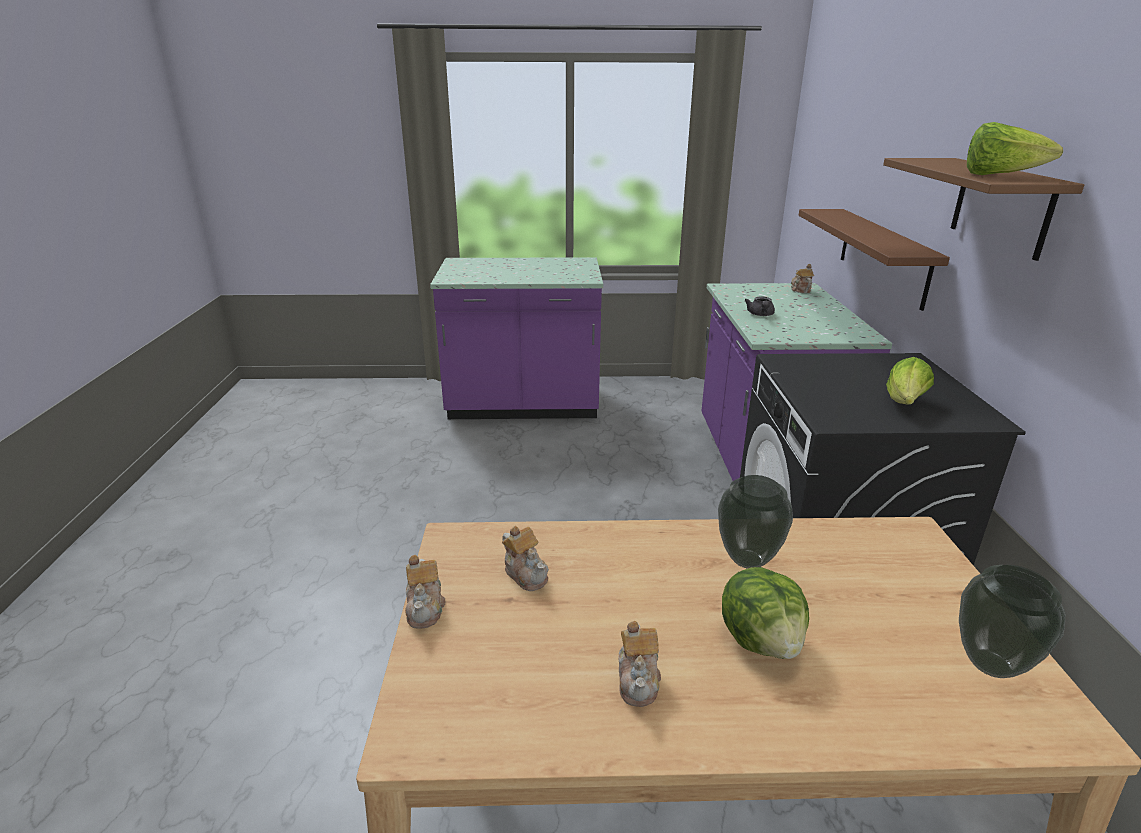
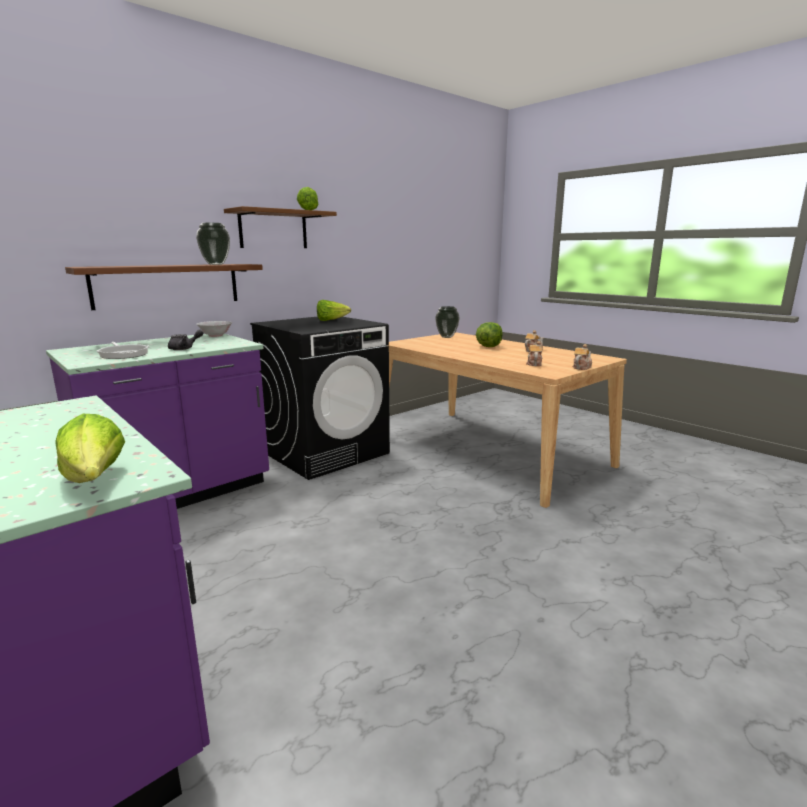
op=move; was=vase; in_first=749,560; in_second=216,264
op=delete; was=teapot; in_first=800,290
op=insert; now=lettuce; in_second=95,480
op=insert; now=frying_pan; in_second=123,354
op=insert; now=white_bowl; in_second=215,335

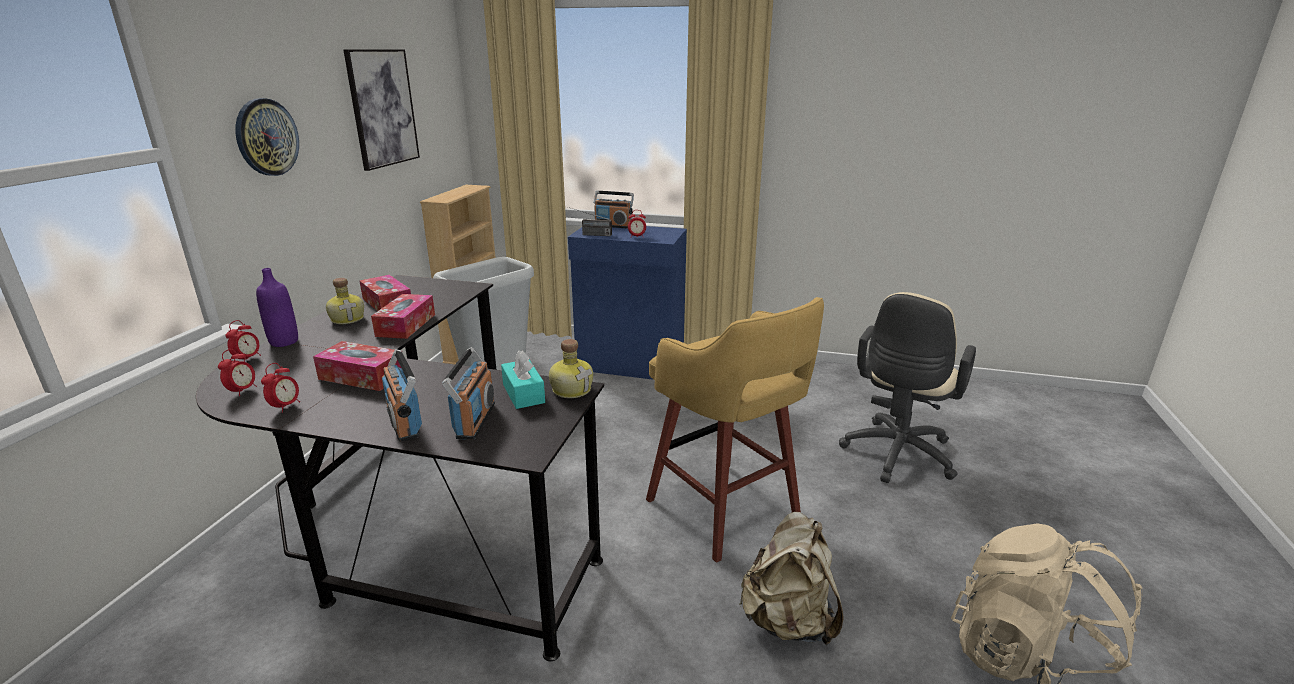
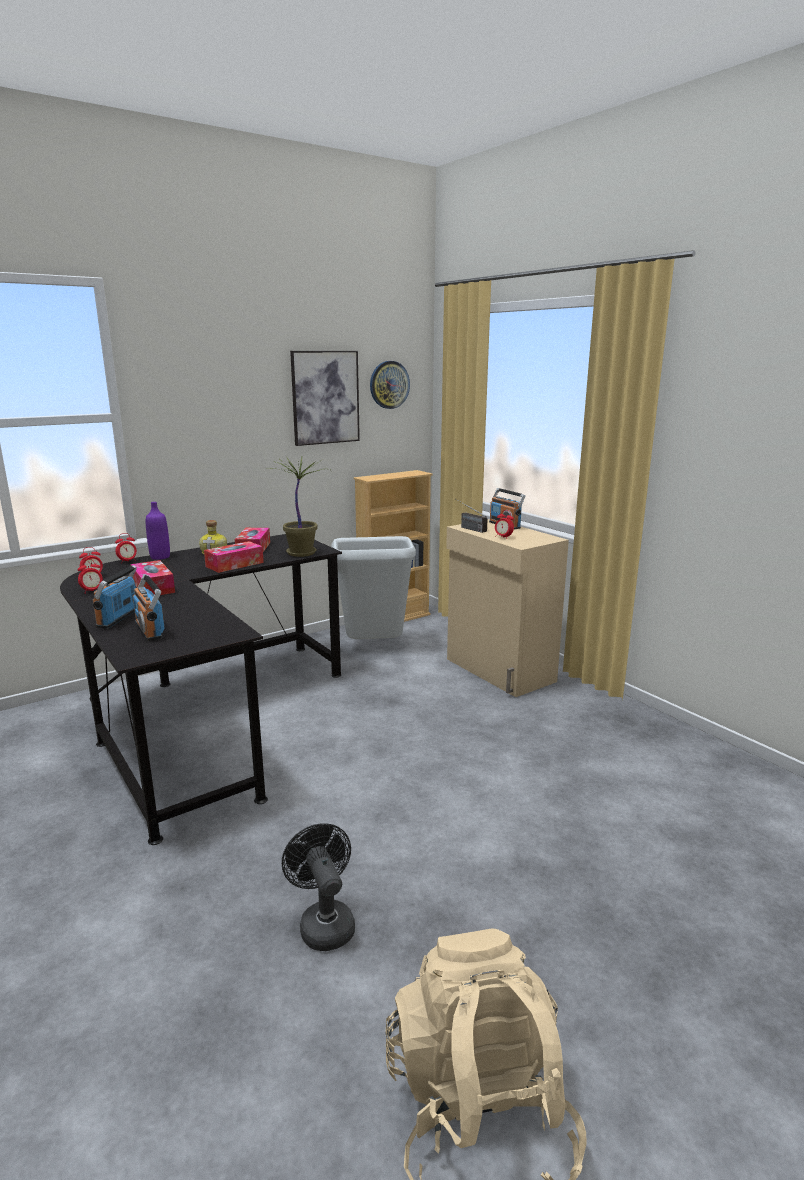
op=move; was=wall_clock; in_first=266,137; in_second=389,385
op=rotate; was=radio; in_first=475,420; in_second=149,630; clockwise=105
op=delete; was=turquoise_tissue_box; in_first=523,393
op=delete; was=bottle; in_first=572,389
op=recolor; was=blue_cabinet; now=beige_cabinet; in_first=630,365; in_second=499,671
op=delete; was=yellow_stool; in_first=725,511
op=replace; was=beige_backpack; now=black_fan; in_first=788,621; in_second=324,923
op=delete; was=beige_office_chair; in_first=896,456
op=insert; now=potted_plant; in_second=302,553

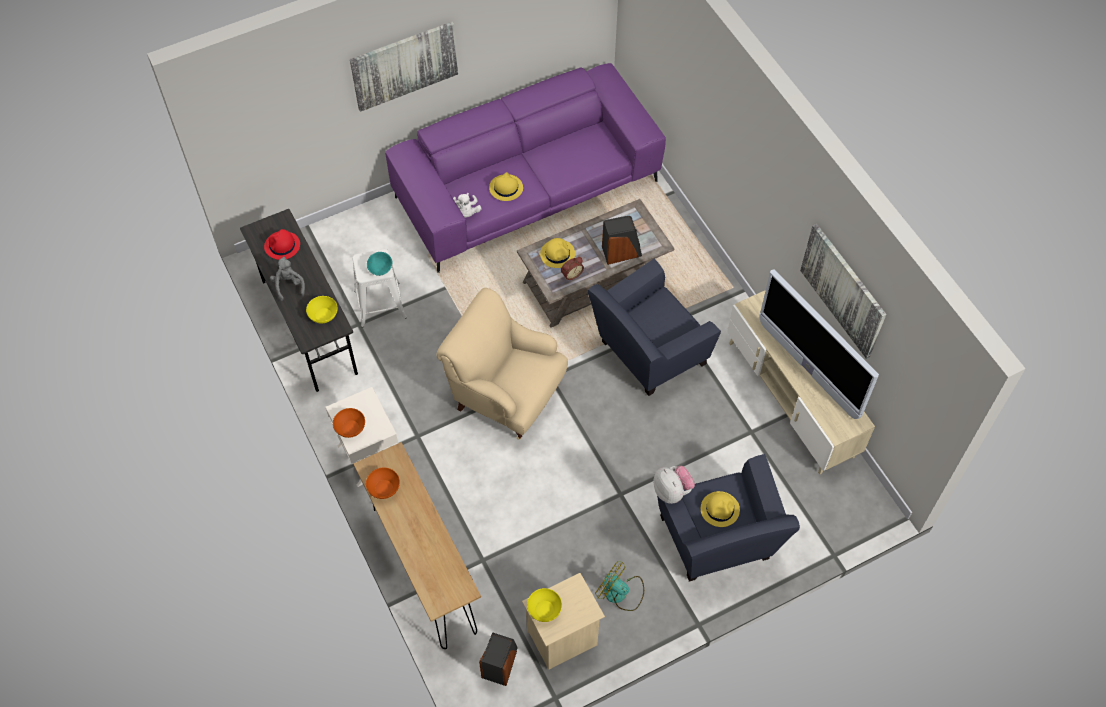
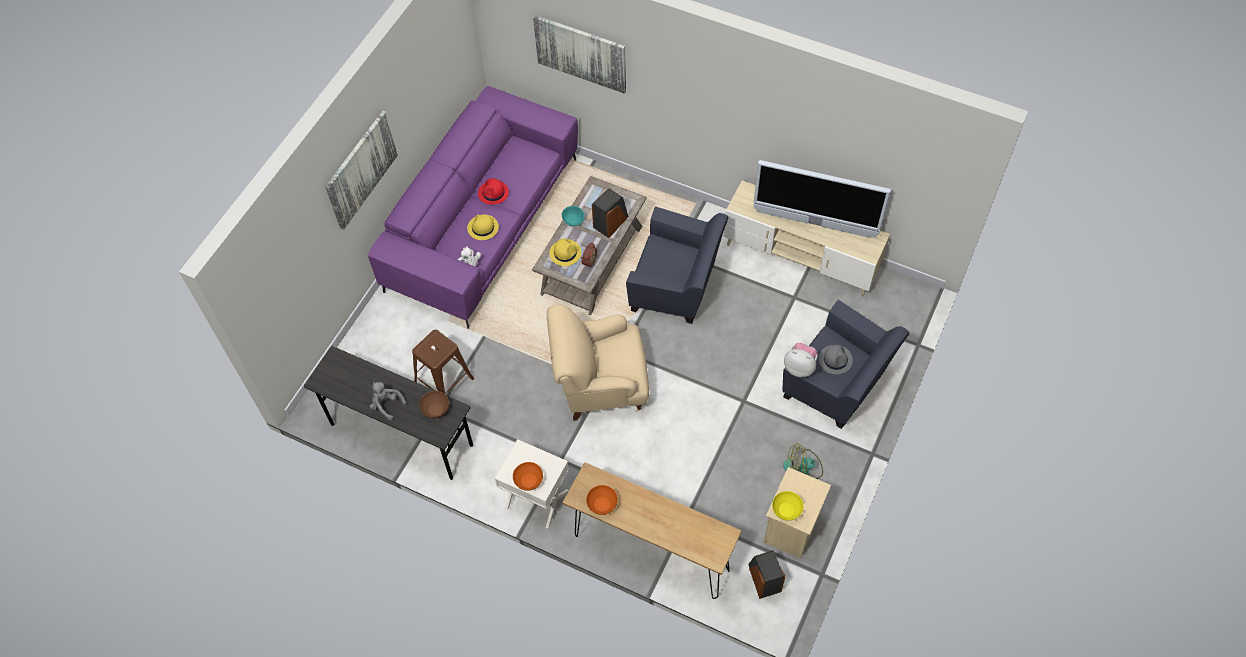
op=move; was=red_hat; in_first=282,246; in_second=493,193
op=recolor; was=yellow_bowl; now=brown_bowl; in_first=323,315; in_second=435,409
op=recolor; was=white_stool; now=brown_stool; in_first=380,304; in_second=444,381
op=move; was=turquoise_bowl; in_first=380,269; in_second=573,221
op=rotate; was=blue_armchair; in_first=647,354; in_second=677,289; clockwise=-90
op=recolor; was=yellow_hat; now=grey_hat; in_first=720,509; in_second=835,359
op=move; was=picture; in_first=843,290; in_second=581,53

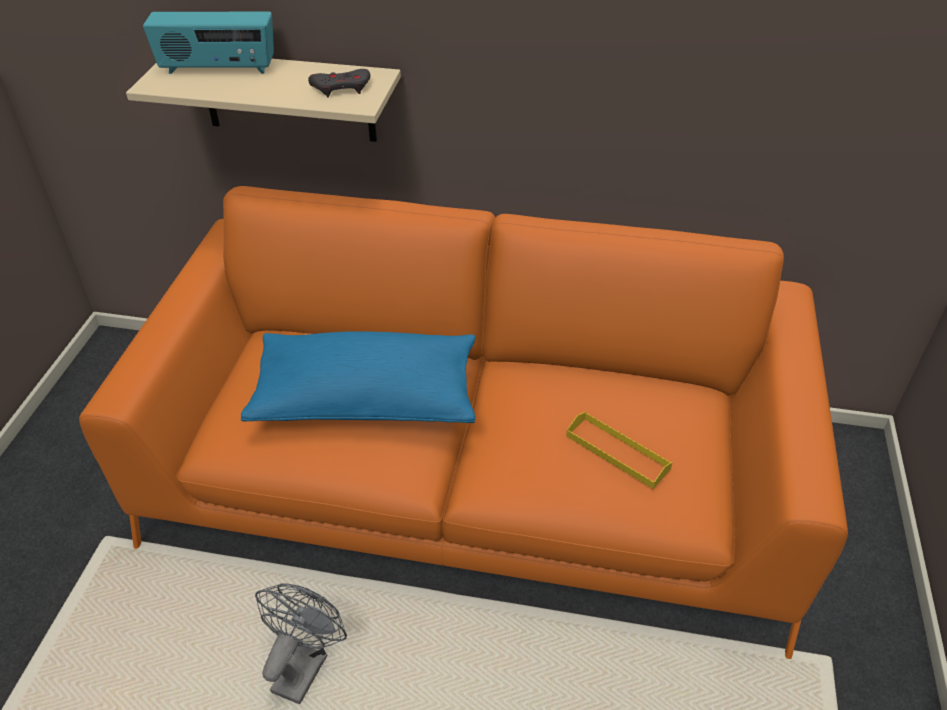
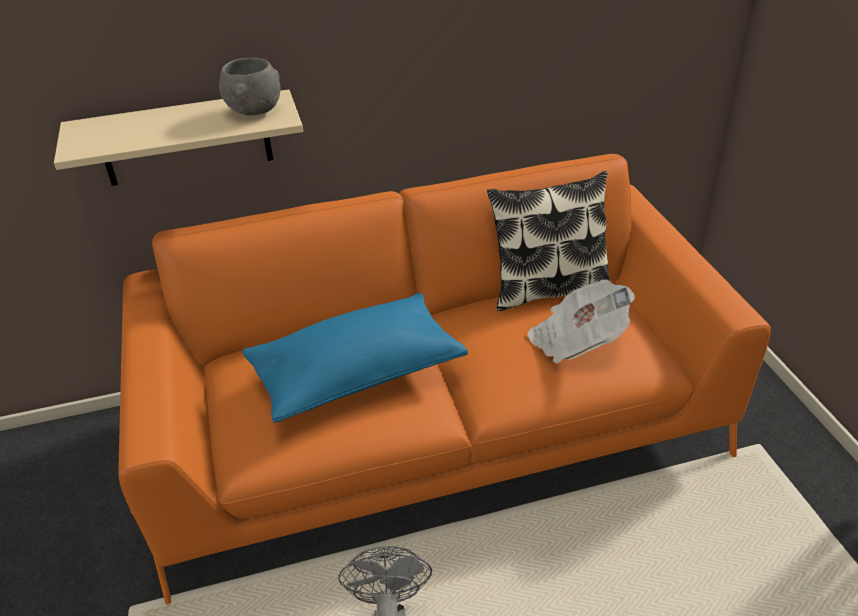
op=delete; was=radio; in_first=218,69
op=replace; was=grey_game_controller; now=grey_bowl; in_first=341,88; in_second=254,112
op=replace; was=yellow_tray; now=newspaper; in_first=617,452; in_second=577,340
op=insert; now=pillow; in_second=548,289

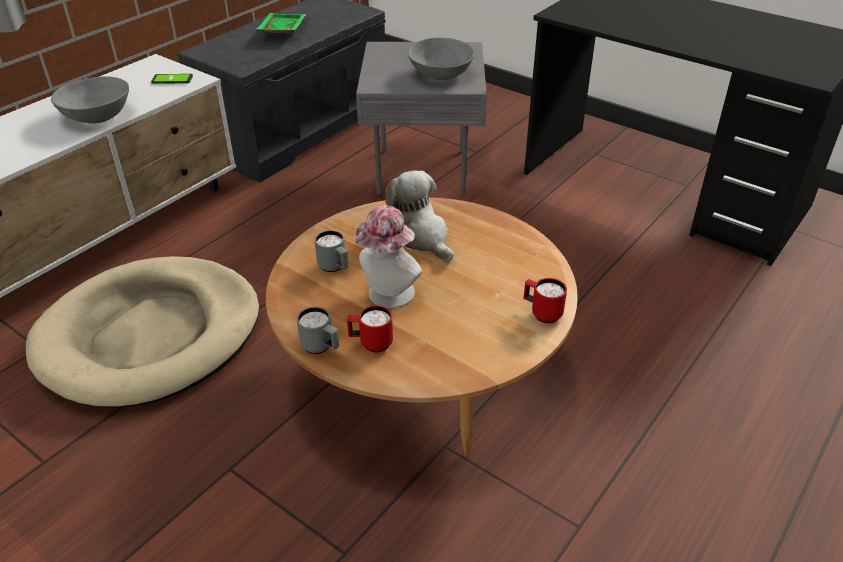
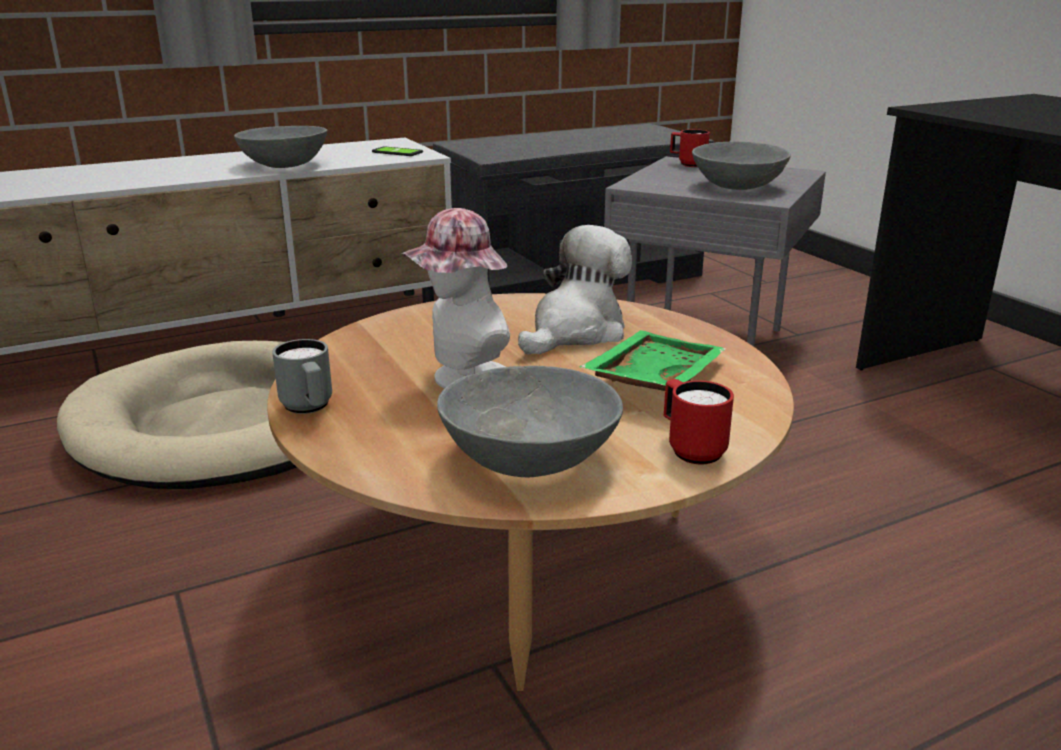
op=move; was=green_tray; in_first=281,31; in_second=652,379
op=delete; was=grey_mug; in_first=335,268
op=move; was=red_mug; in_first=371,343; in_second=687,164
op=rotate; was=plush_toy; in_first=421,236; in_second=576,332; clockwise=45
op=insert; now=grey_bowl; in_second=530,459

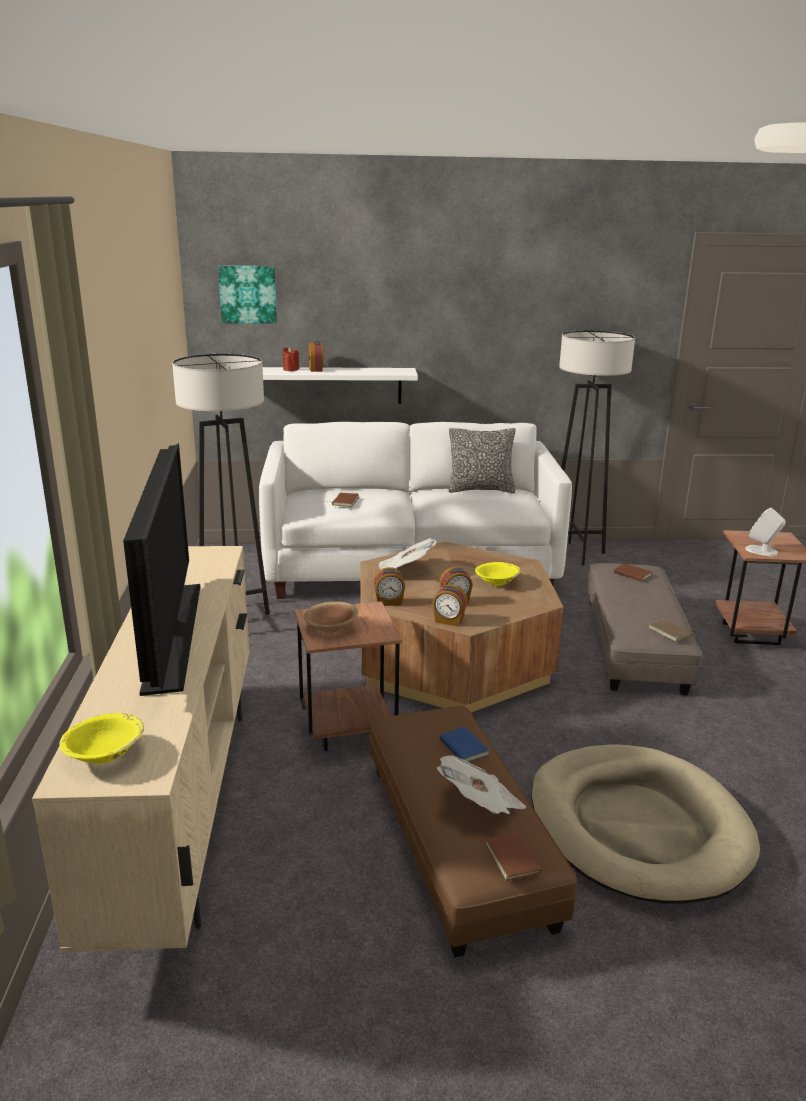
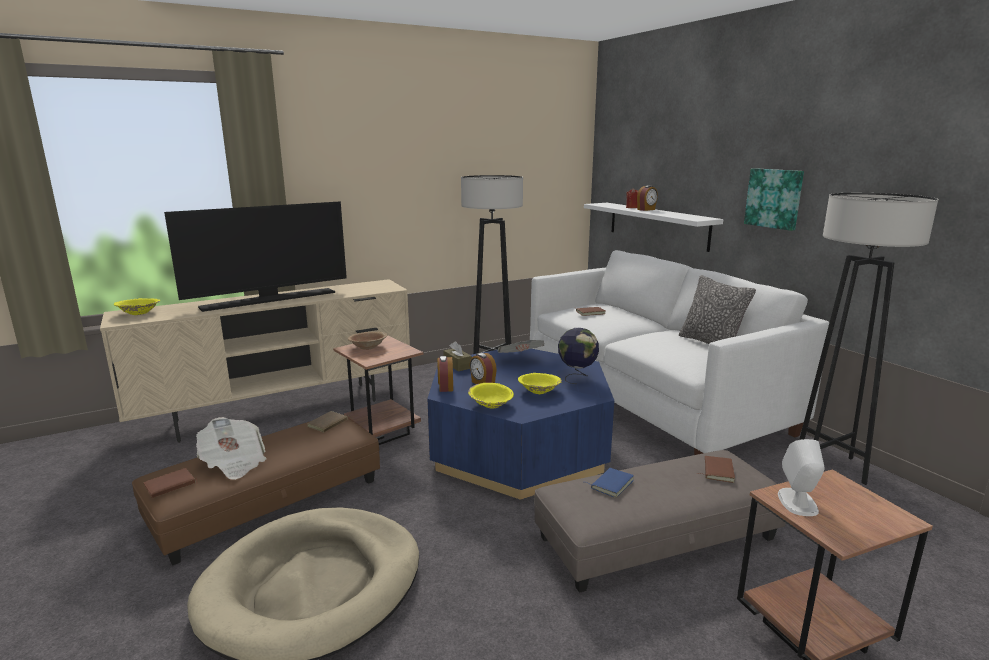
op=move; was=picture; in_first=248,294; in_second=774,198
op=recolor; was=brown_coffee_table; now=blue_coffee_table; in_first=453,659; in_second=519,448
op=replace; was=alarm_clock; now=brown_tissue_box; in_first=389,602; in_second=457,365
op=move; was=blue_book; in_first=462,748; in_second=611,484
op=move; was=brown_book; in_first=671,632; in_second=328,424
op=insert; now=yellow_bowl; in_second=491,404
op=insert; now=globe; in_second=577,377

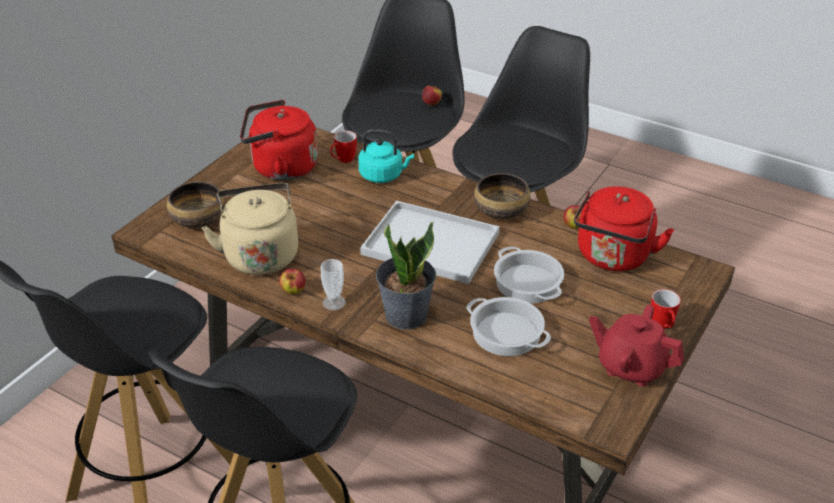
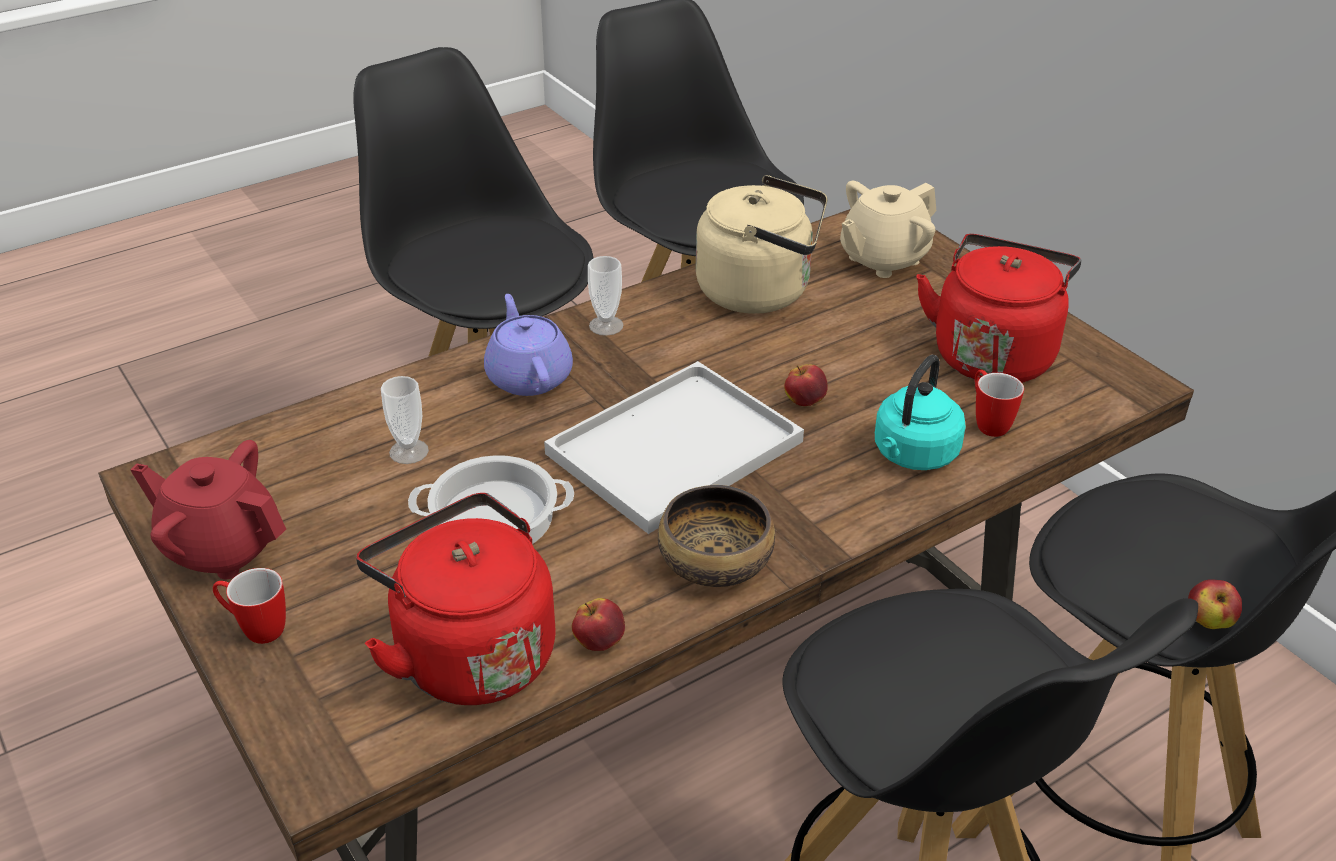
op=replace; was=bowl; now=beige_teapot; in_first=197,219; in_second=883,259
op=move; was=apple; in_first=293,291; in_second=804,401
op=replace; was=potted_plant; now=purple_teapot; in_first=405,315; in_second=528,376
op=replace; was=cooking_pot; now=cup; in_first=505,333; in_second=409,451
op=rotate; was=red_teapot; in_first=631,367; in_second=222,548; clockwise=-120

